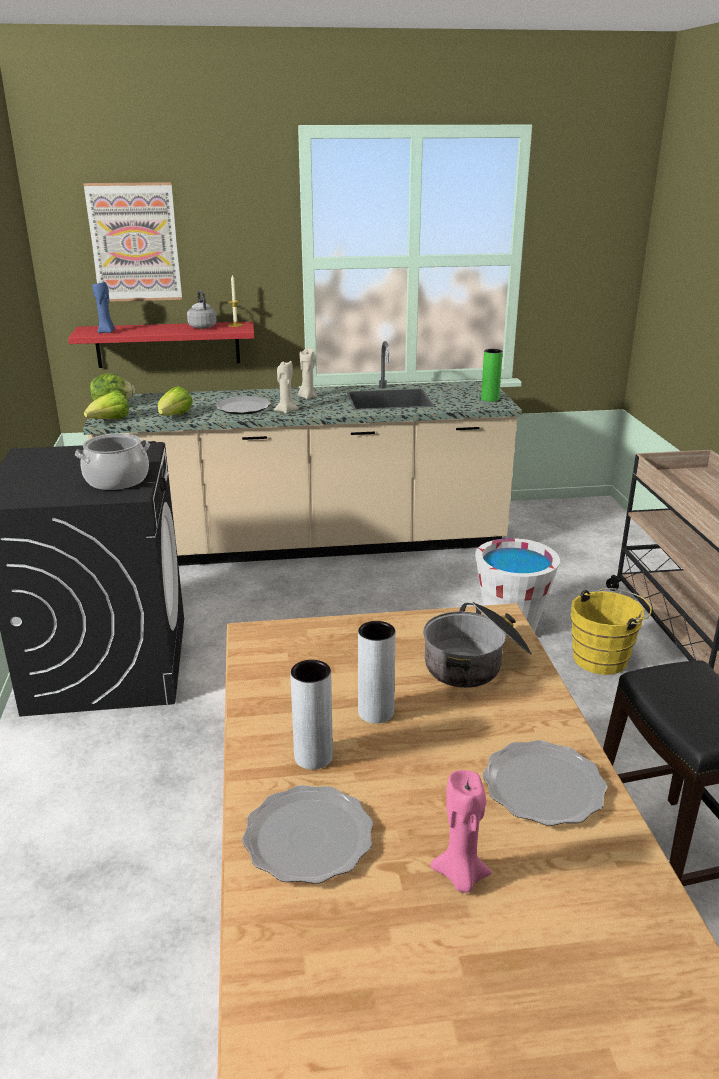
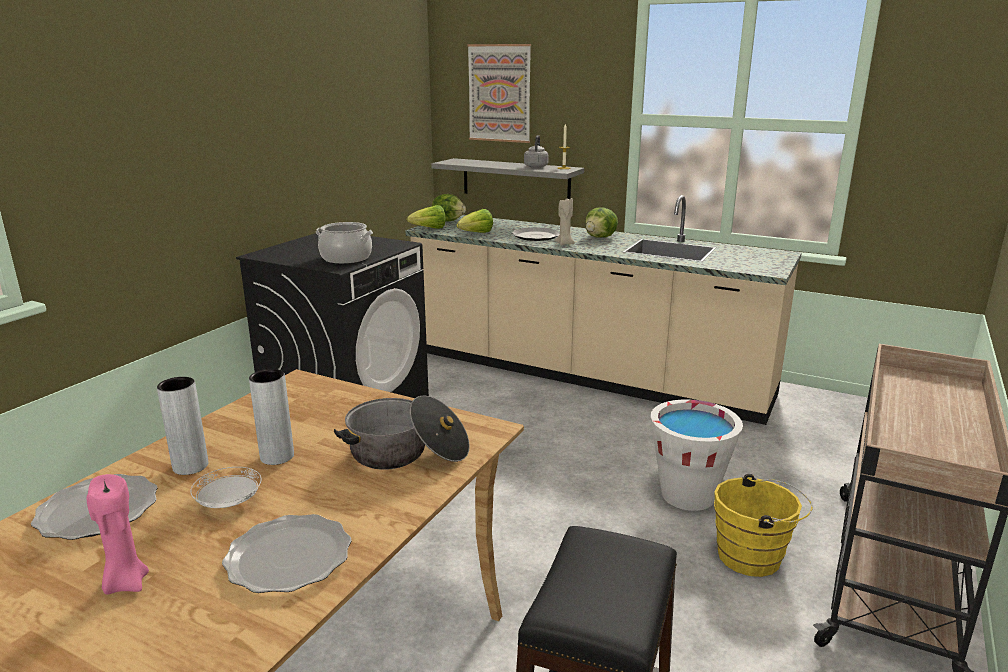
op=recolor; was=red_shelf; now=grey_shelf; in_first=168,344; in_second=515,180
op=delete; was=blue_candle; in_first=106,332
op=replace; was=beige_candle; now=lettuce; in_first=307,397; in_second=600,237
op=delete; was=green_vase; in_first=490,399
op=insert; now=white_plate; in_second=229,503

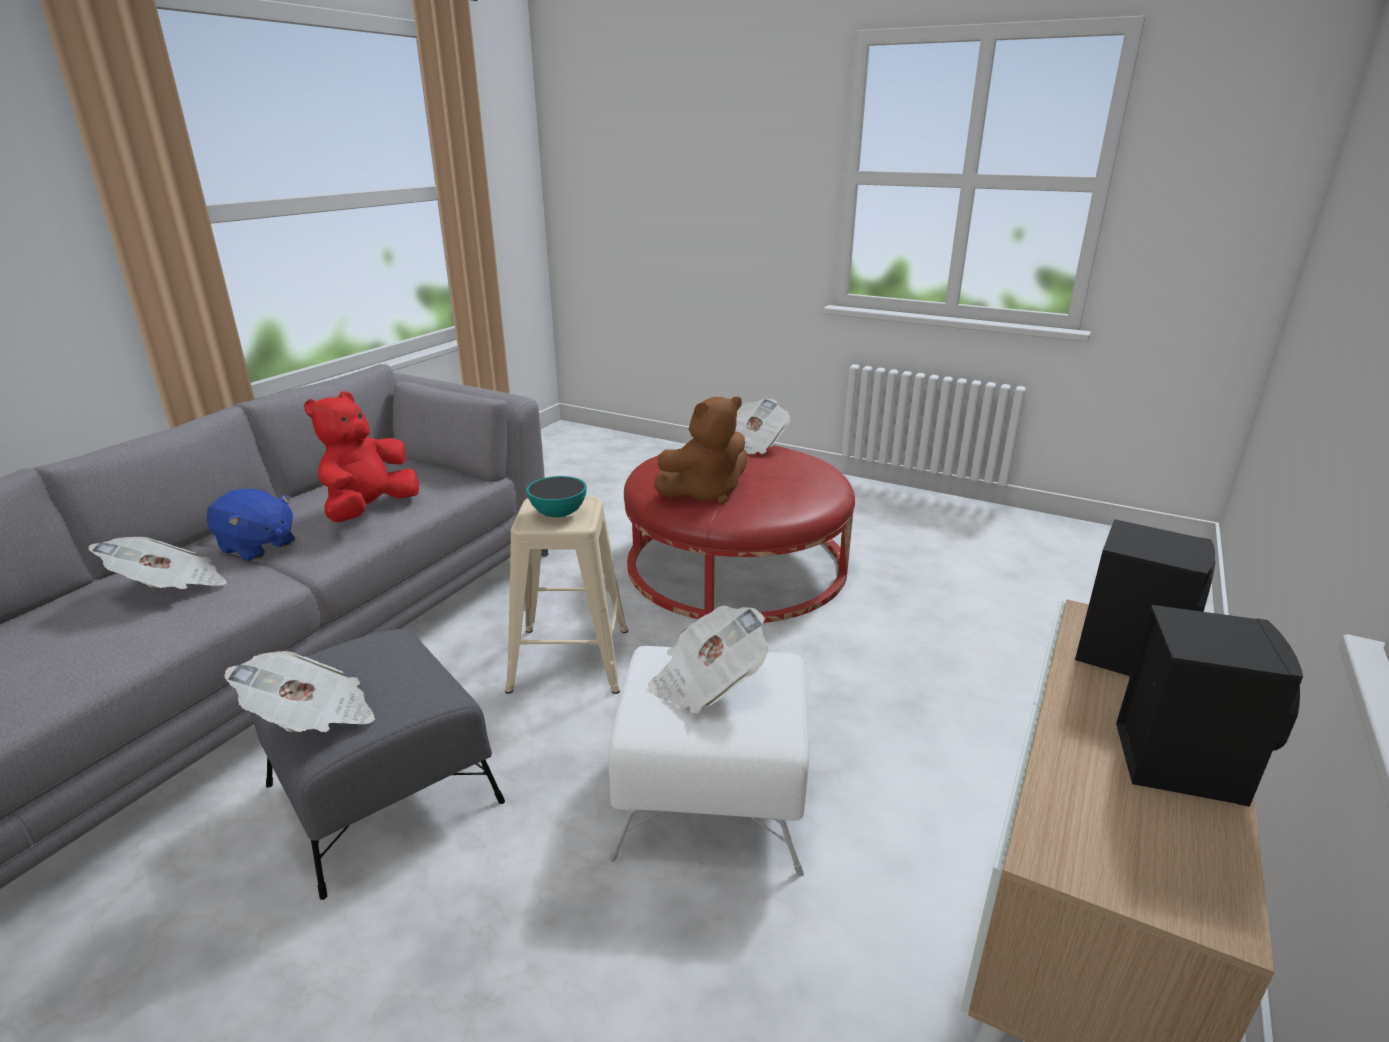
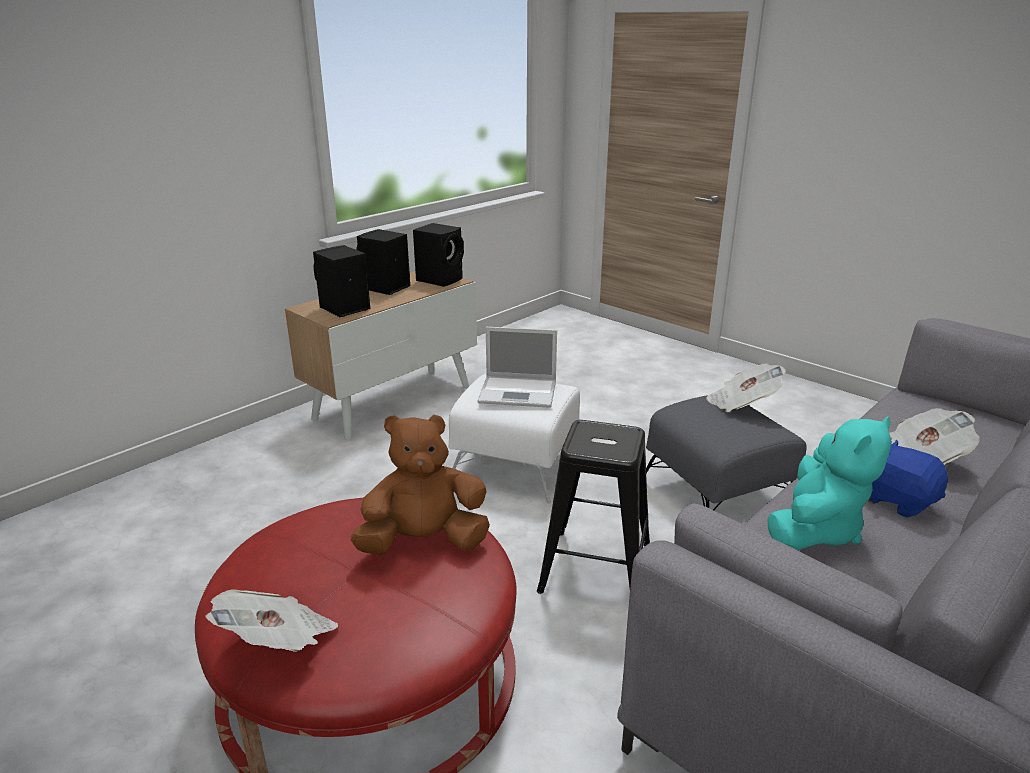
op=recolor; was=red_plush_toy; now=turquoise_plush_toy; in_first=370,510; in_second=816,529
op=recolor; was=beige_stool; now=black_stool; in_first=568,660; in_second=597,568
op=delete; was=bowl; in_first=558,514
op=replace; was=newspaper; now=laptop; in_first=707,683; in_second=519,392
op=insert; now=black_speaker; in_second=441,279

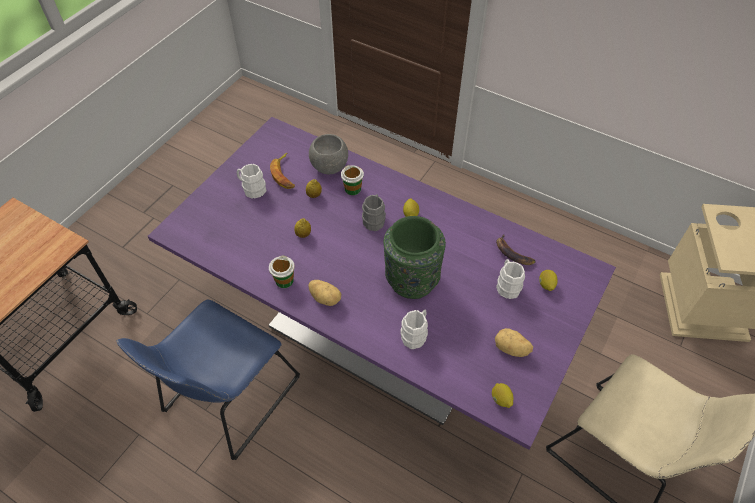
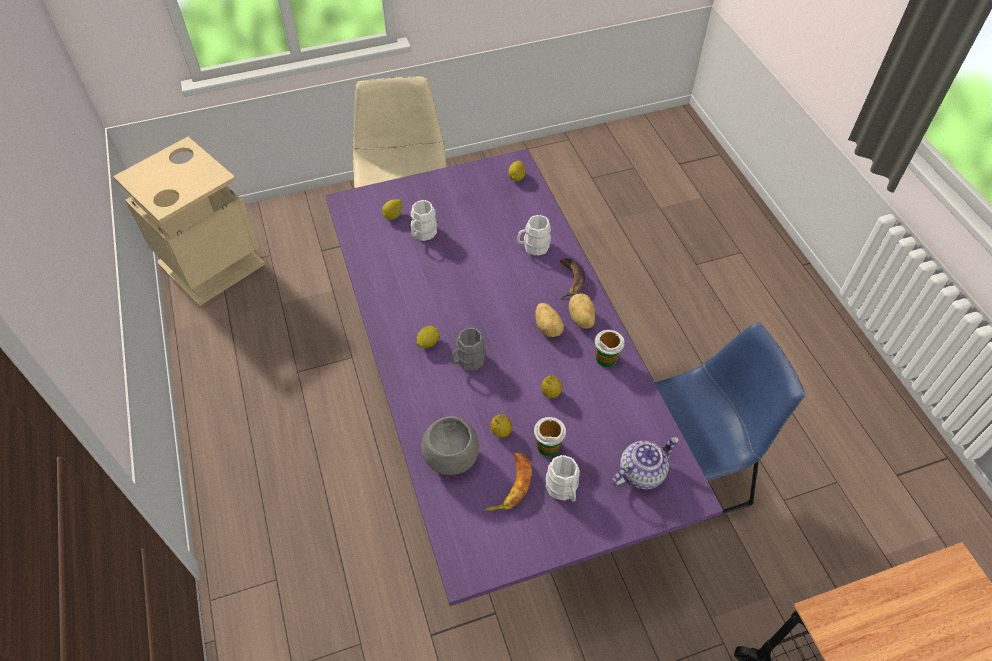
op=move; was=cup; in_first=353,189; in_second=548,446
op=delete; was=green_vase; in_first=411,279
op=move; was=potato; in_first=511,349; in_second=548,327
op=move; was=banana; in_first=512,253; in_second=570,280
op=insert; now=teapot; in_second=641,472

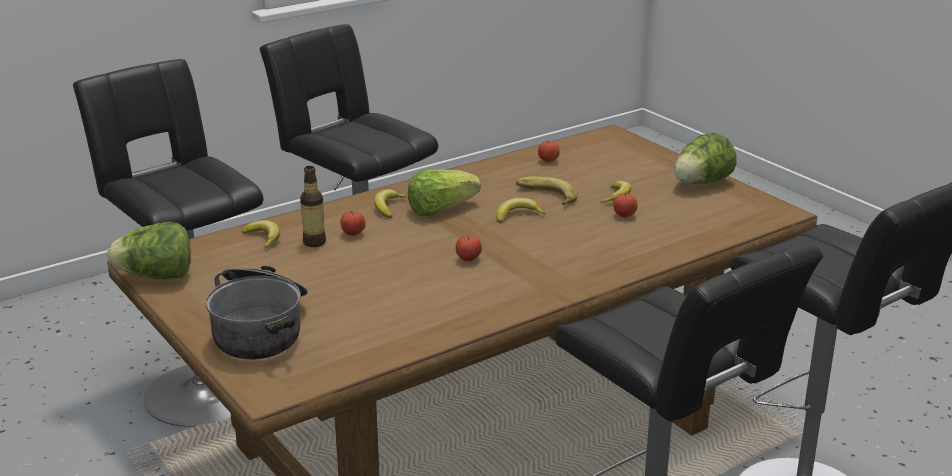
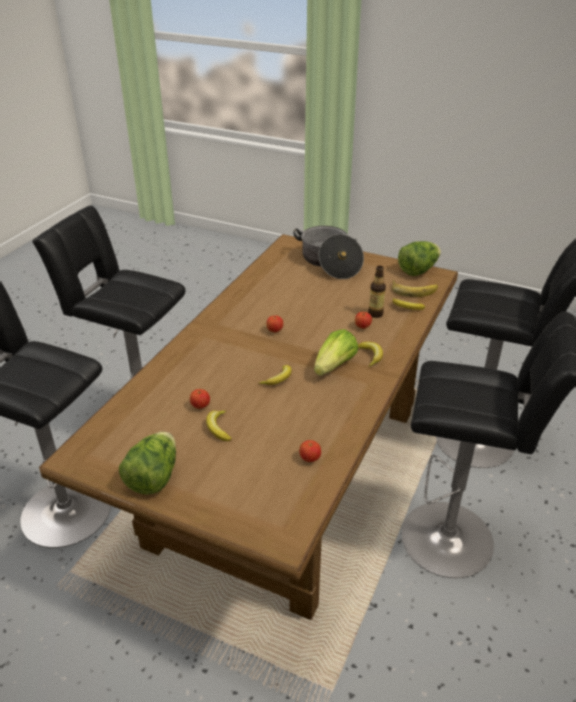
op=move; was=banana; in_first=545,196; in_second=413,289

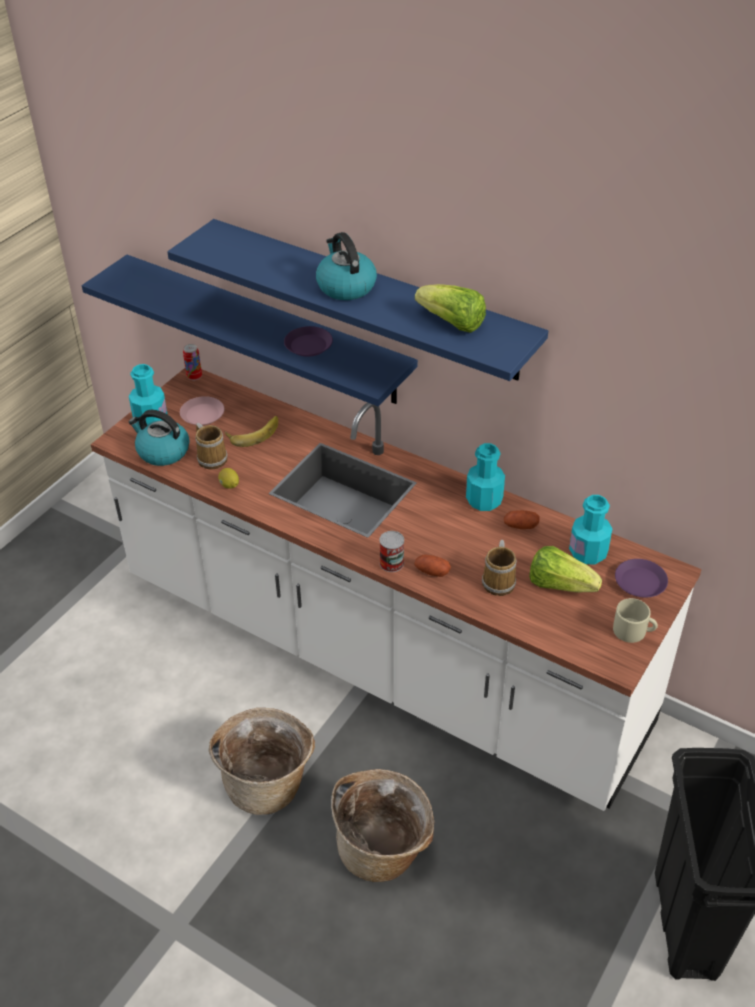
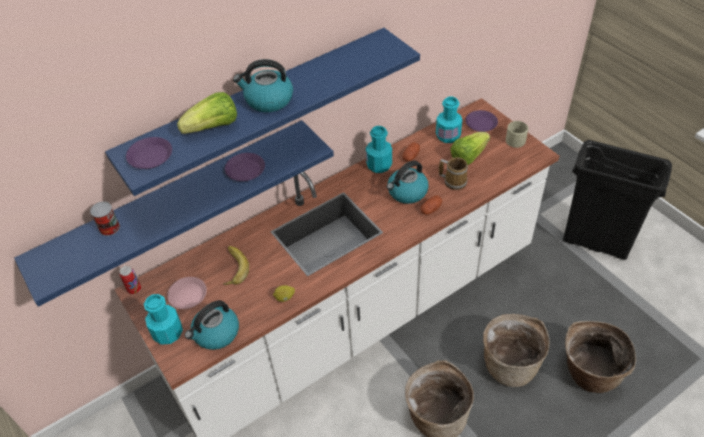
op=delete; was=mug; in_first=212,458
op=move; was=can; in_first=391,563; in_second=109,228
op=move; was=lettuce; in_first=452,323; in_second=213,127
op=insert; now=purple_plate; in_second=150,156
op=insert; now=kettle; in_second=407,192
op=insert; now=basket; in_second=589,372

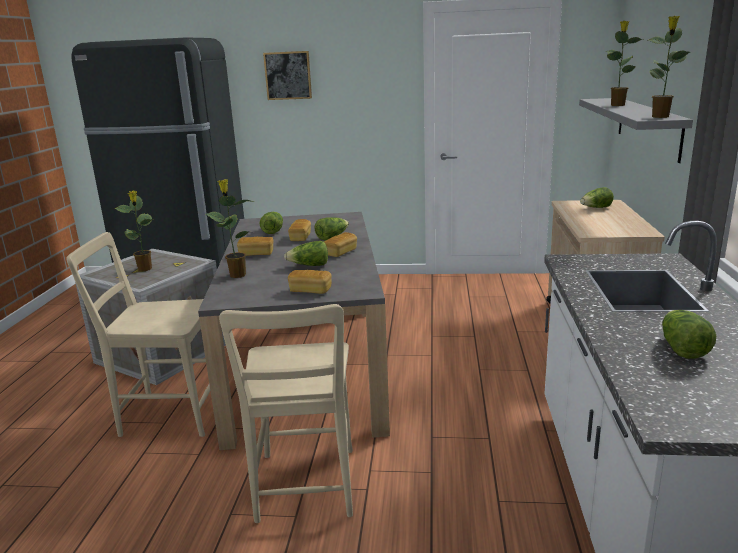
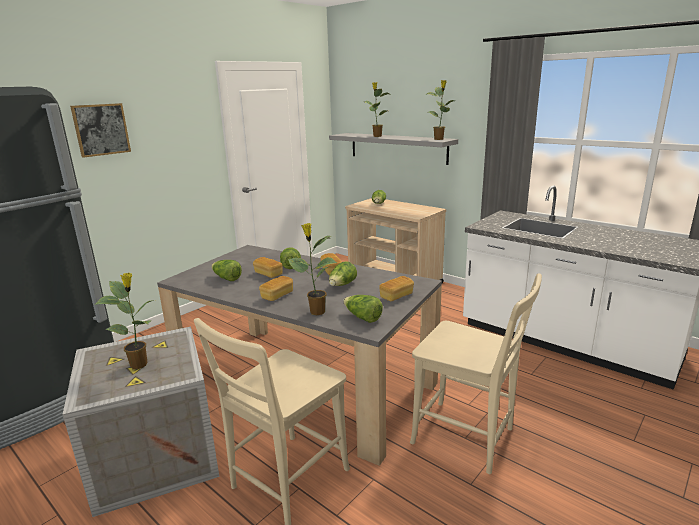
op=move; was=lettuce; in_first=682,348; in_second=362,317

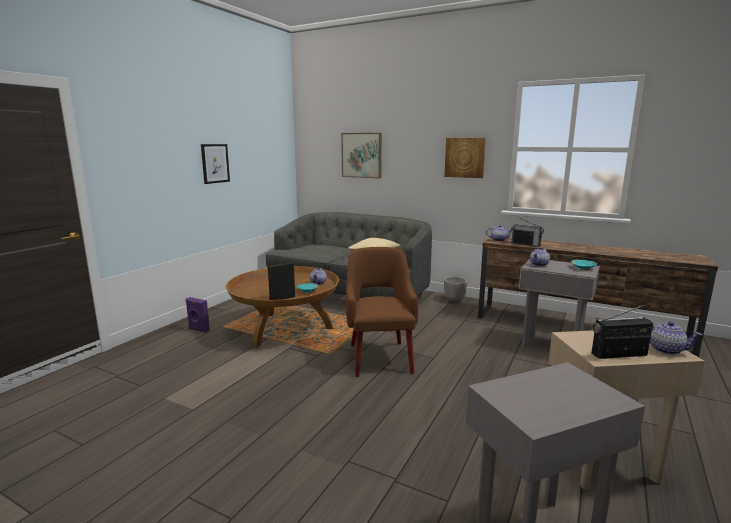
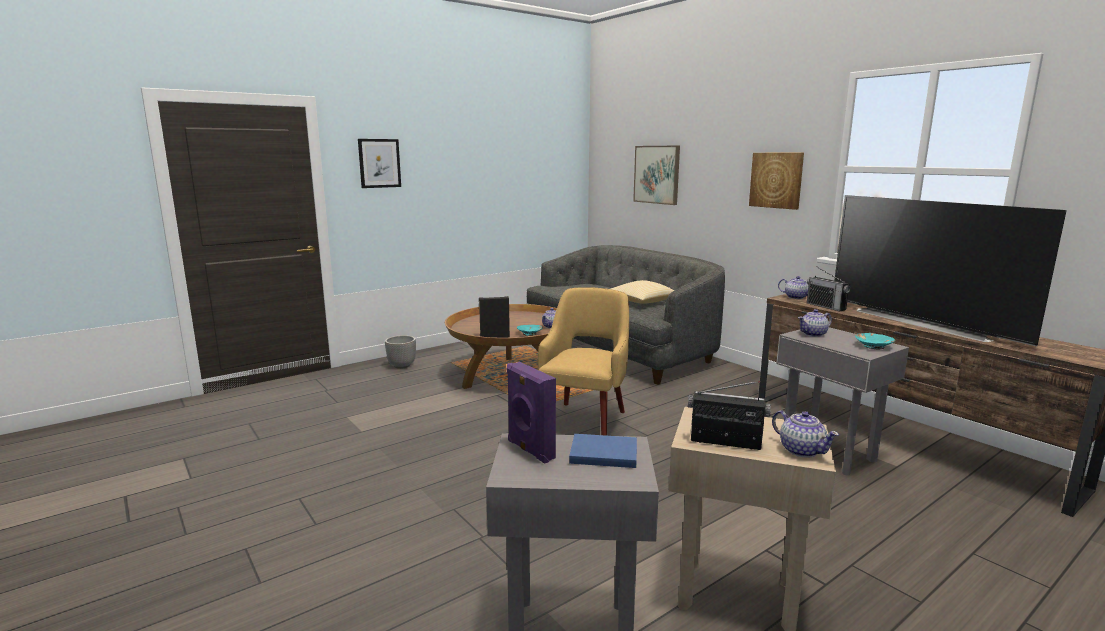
op=move; was=purple_speaker; in_first=198,330; in_second=529,450
op=move; was=picture; in_first=215,163; in_second=379,163
op=recolor; was=brown_armchair; now=yellow_armchair; in_first=380,357; in_second=584,422
op=move; was=planter; in_first=454,300; in_second=402,366
op=insert; now=blue_book; in_second=602,453
op=insert; now=television; in_second=924,322

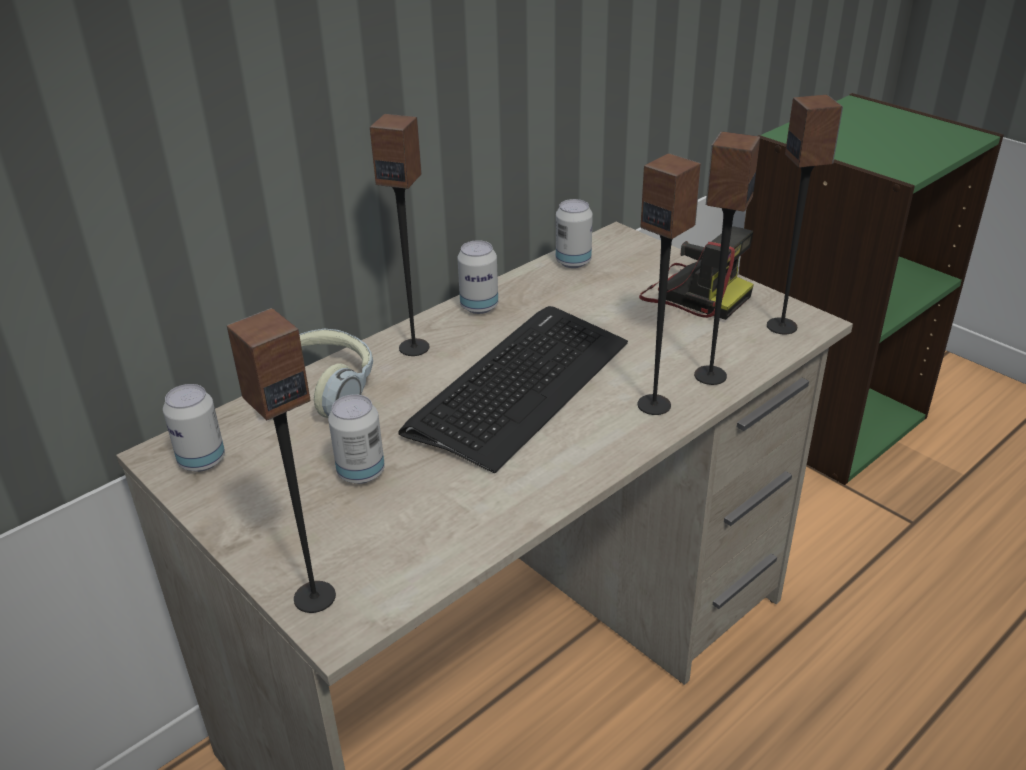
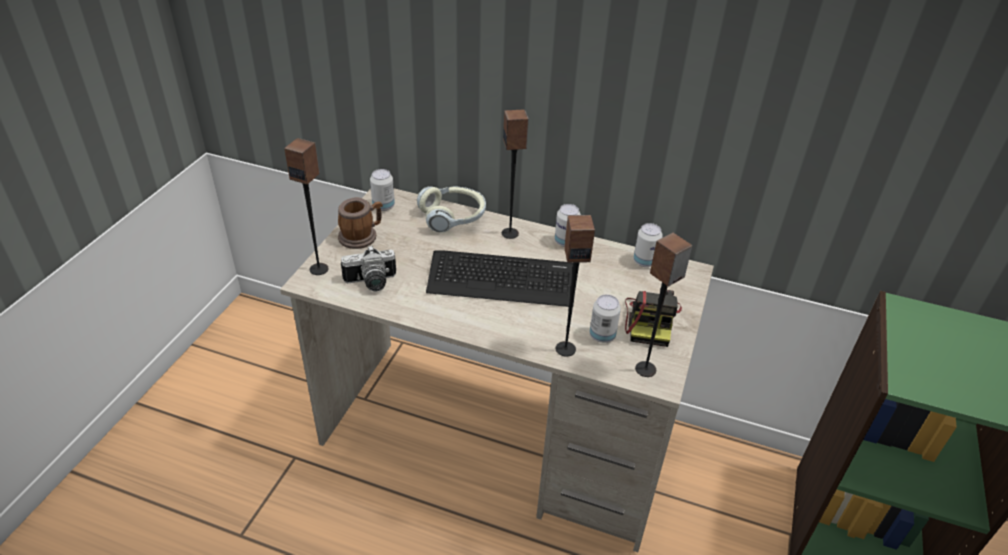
op=move; was=can; in_first=361,472; in_second=602,336
op=delete; was=speaker; in_first=654,404
op=insert; now=mug; in_second=361,236
op=insert; now=photo_camera; in_second=371,283

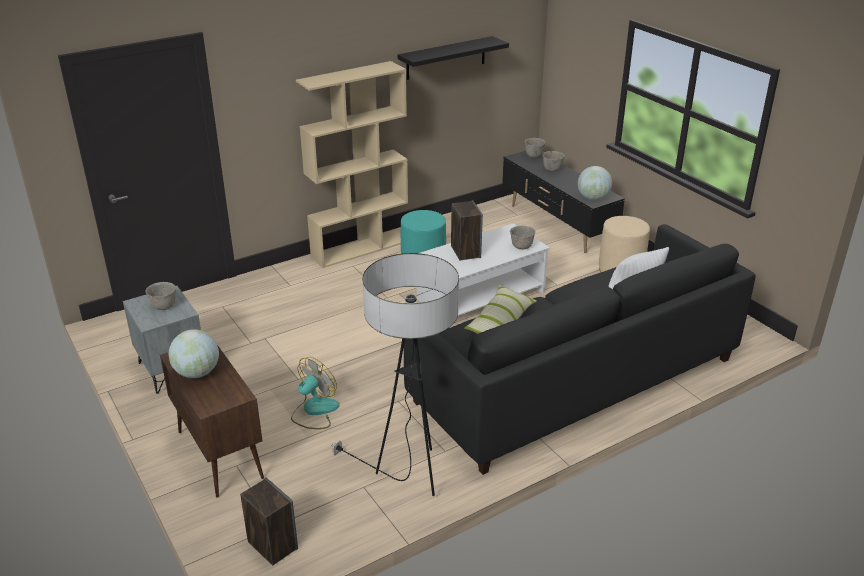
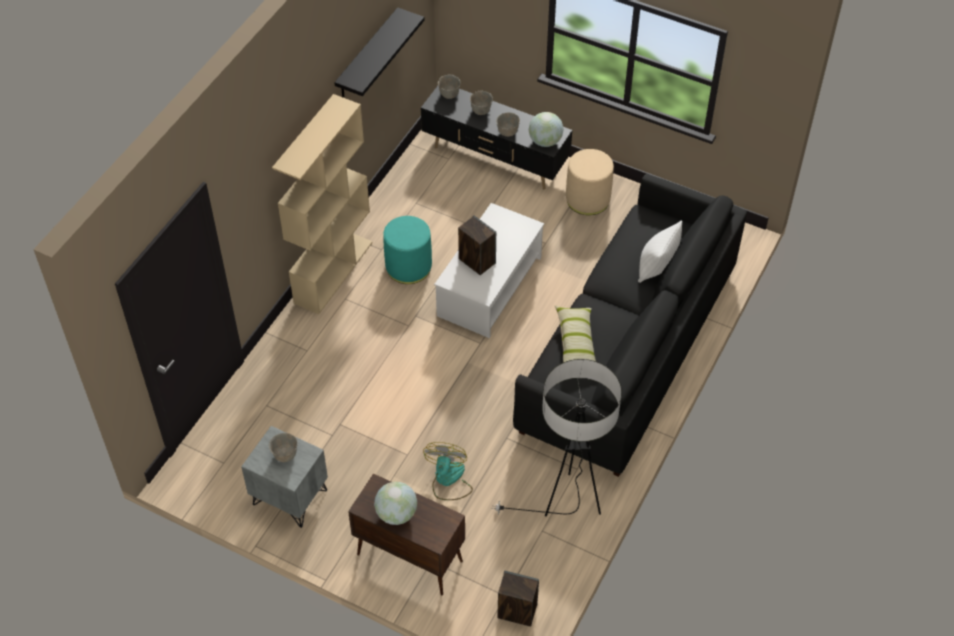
op=move; was=grey_bowl; in_first=521,247; in_second=507,133

